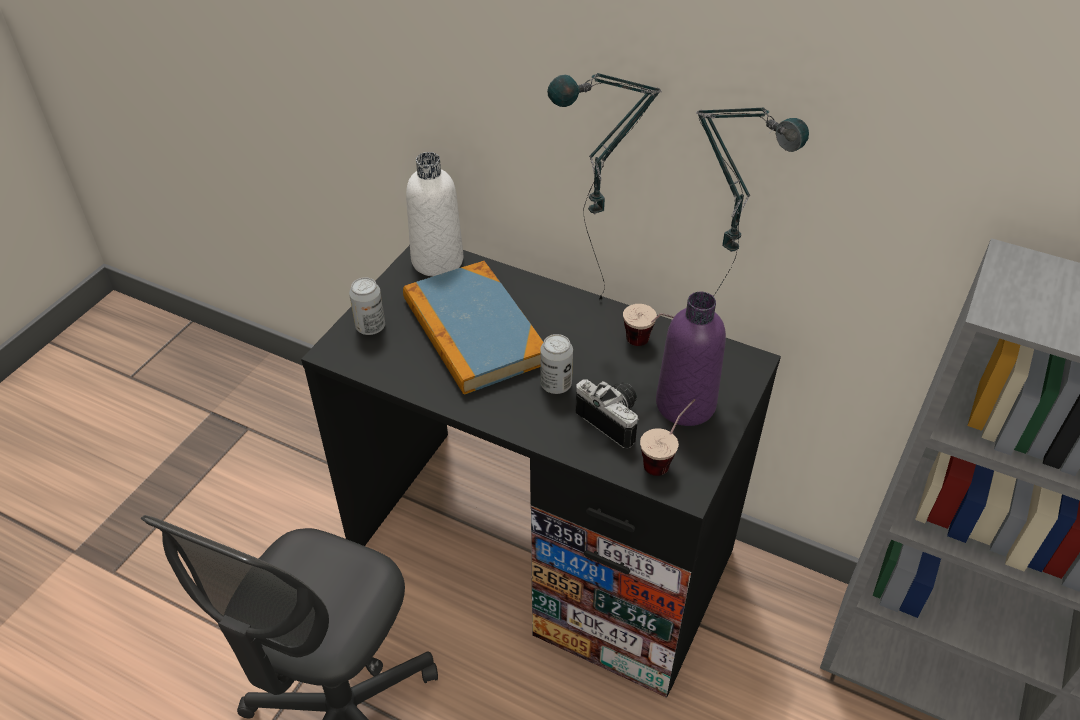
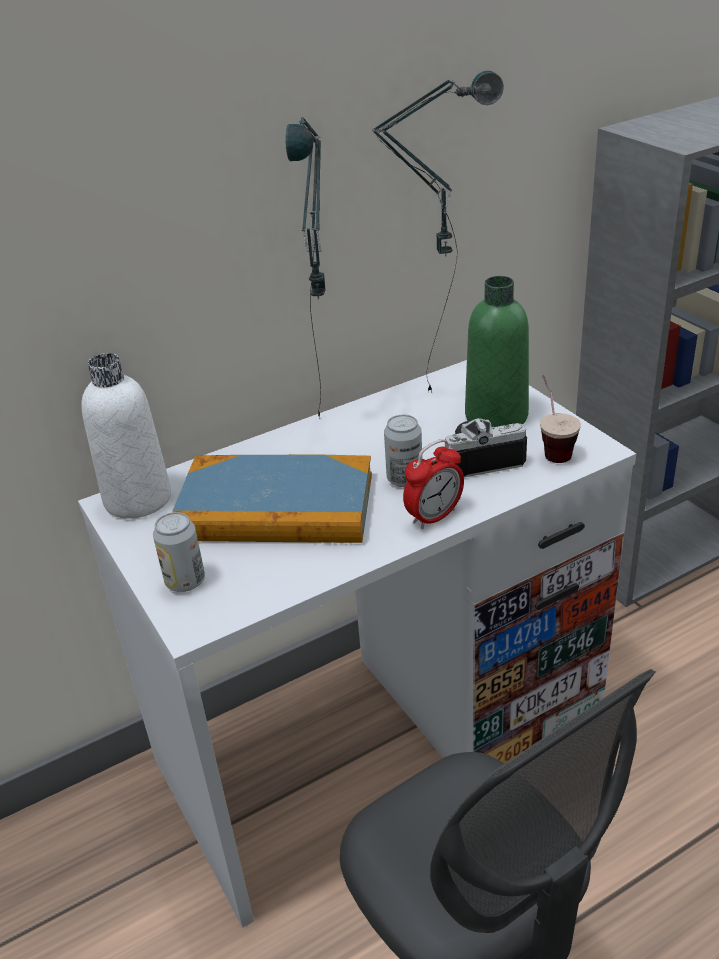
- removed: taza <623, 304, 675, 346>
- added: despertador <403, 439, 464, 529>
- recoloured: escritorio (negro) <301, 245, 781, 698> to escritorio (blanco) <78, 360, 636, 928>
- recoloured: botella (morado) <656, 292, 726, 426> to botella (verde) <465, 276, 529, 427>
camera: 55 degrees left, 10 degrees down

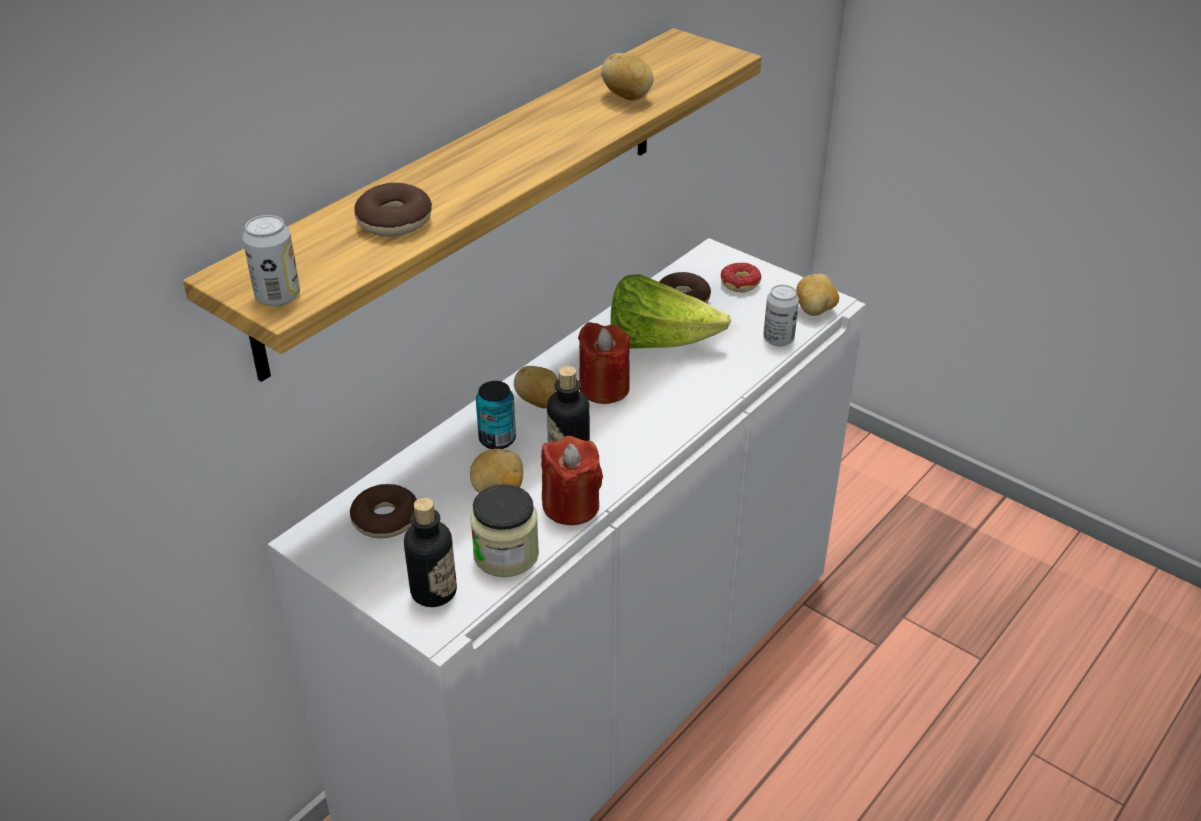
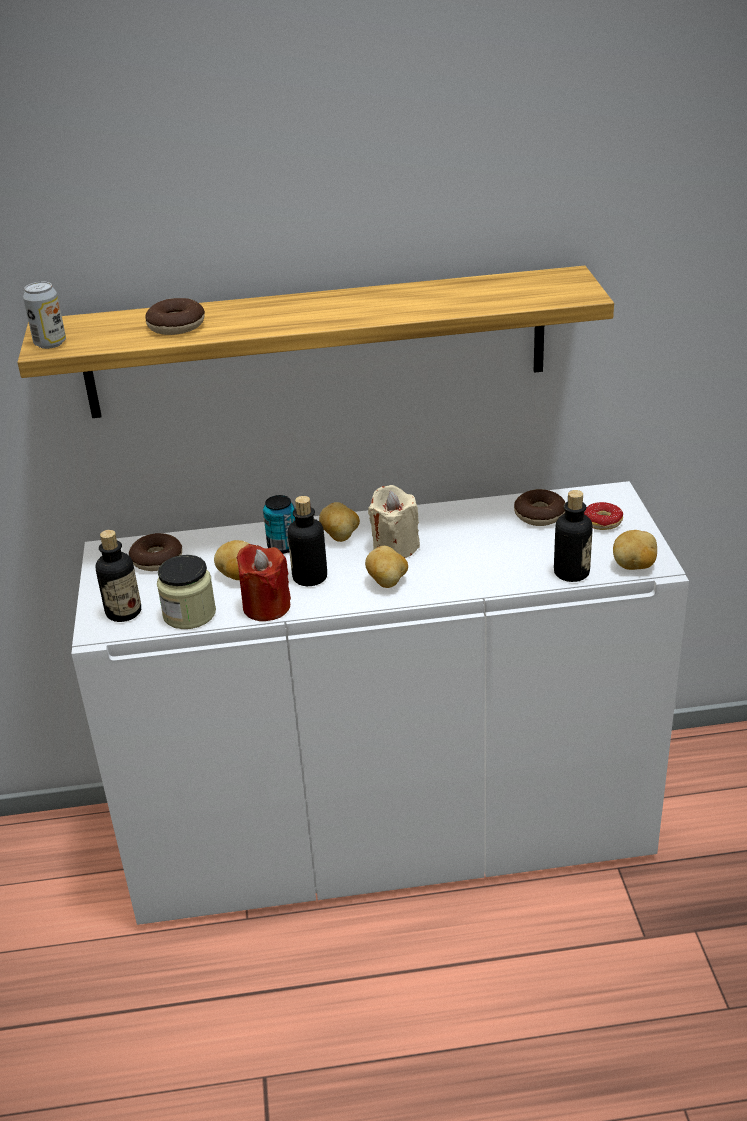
- removed: lechuga <611, 274, 731, 349>
- moved: patata <601, 53, 654, 101> to <365, 546, 408, 588>
- replaced: lata <763, 285, 799, 346> to botella <554, 490, 593, 582>
- recoloured: vela (rojo) <578, 322, 630, 404> to vela (beis) <368, 485, 420, 558>
camera: 45 degrees right, 5 degrees down

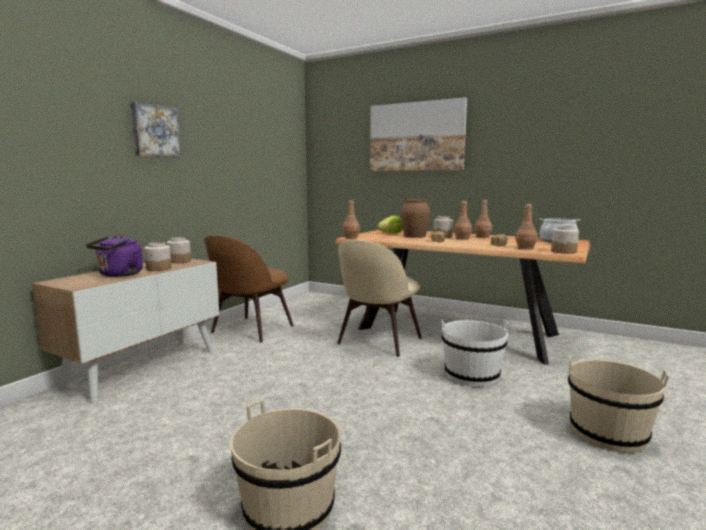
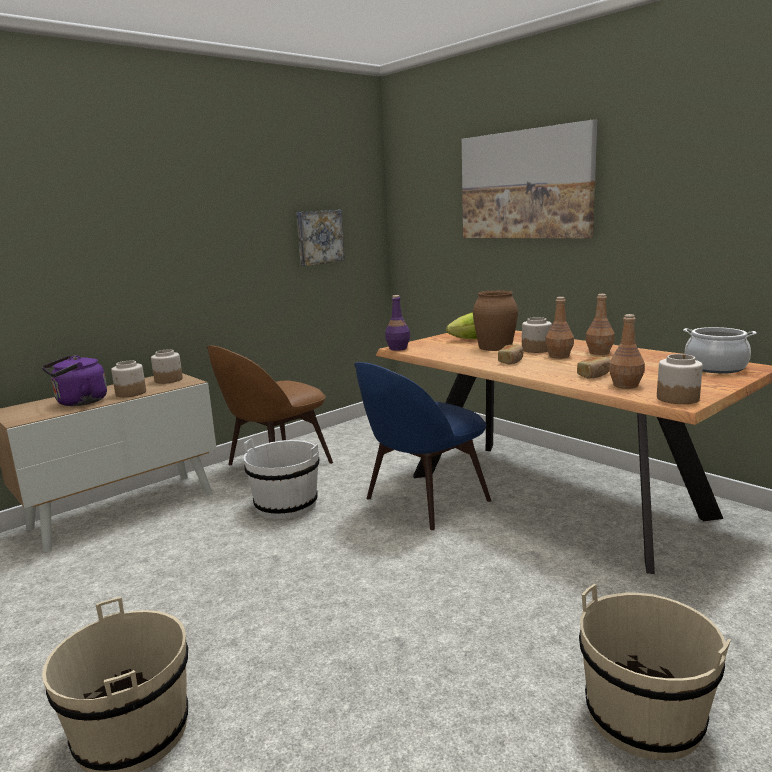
- moved: cuadro <131, 101, 181, 158> to <296, 210, 345, 266>
- moved: cubo (blanco) <441, 320, 509, 387> to <243, 438, 319, 519>
- recoloured: silla (beis) <337, 240, 422, 357> to silla (azul) <354, 362, 491, 530>
- recoloured: botella (marrón) <343, 200, 360, 239> to botella (morado) <385, 295, 410, 351>
camera: 20 degrees right, 5 degrees up

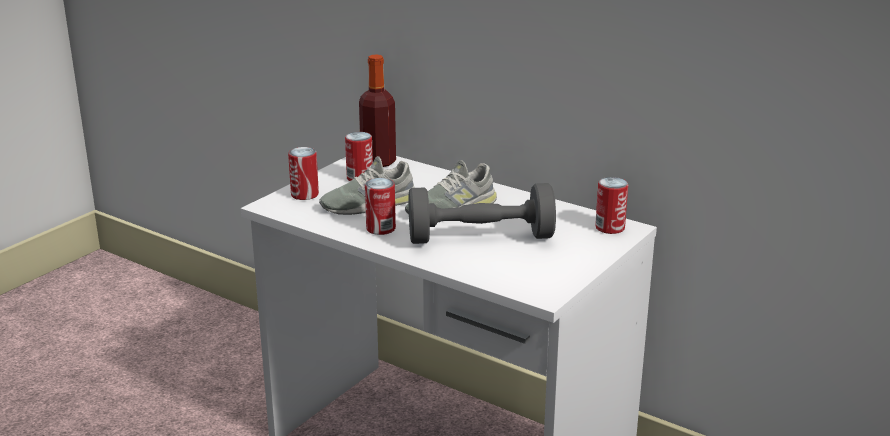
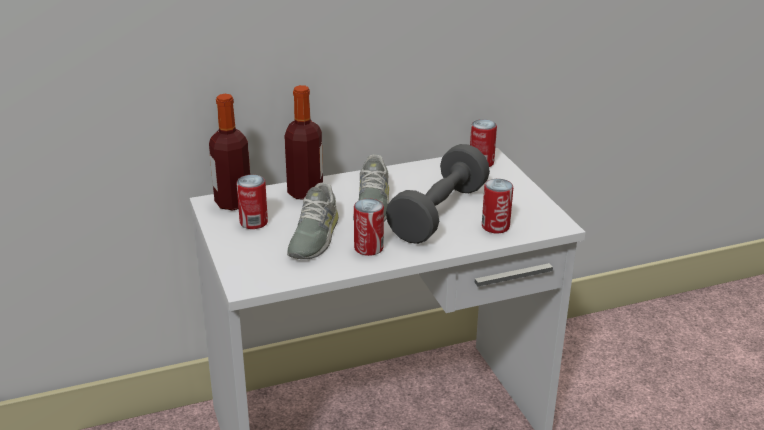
- added: botella <284, 85, 323, 200>
- moved: lata <288, 147, 319, 200> to <482, 179, 513, 233>
camera: 55 degrees left, 5 degrees up

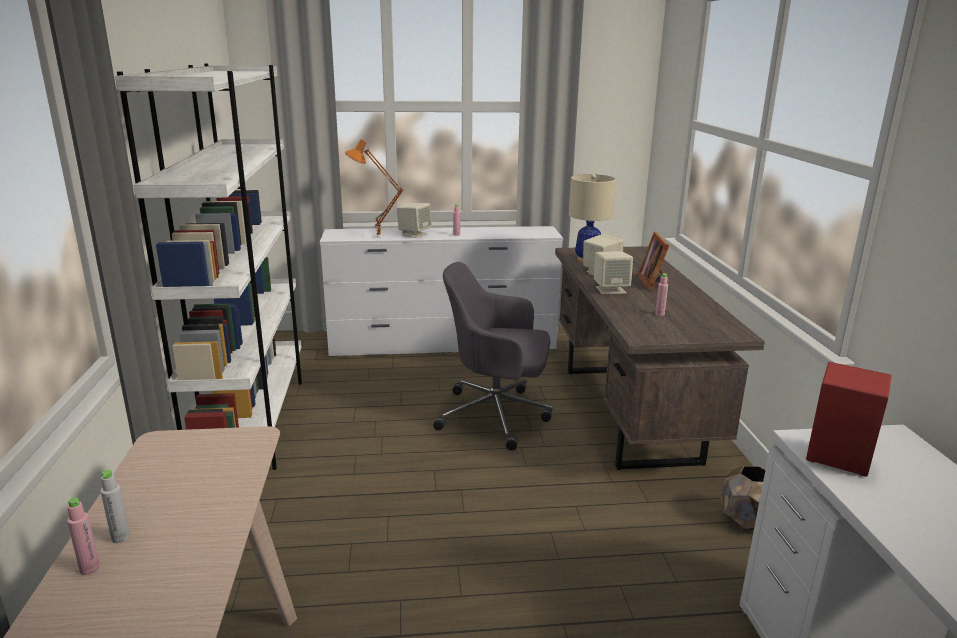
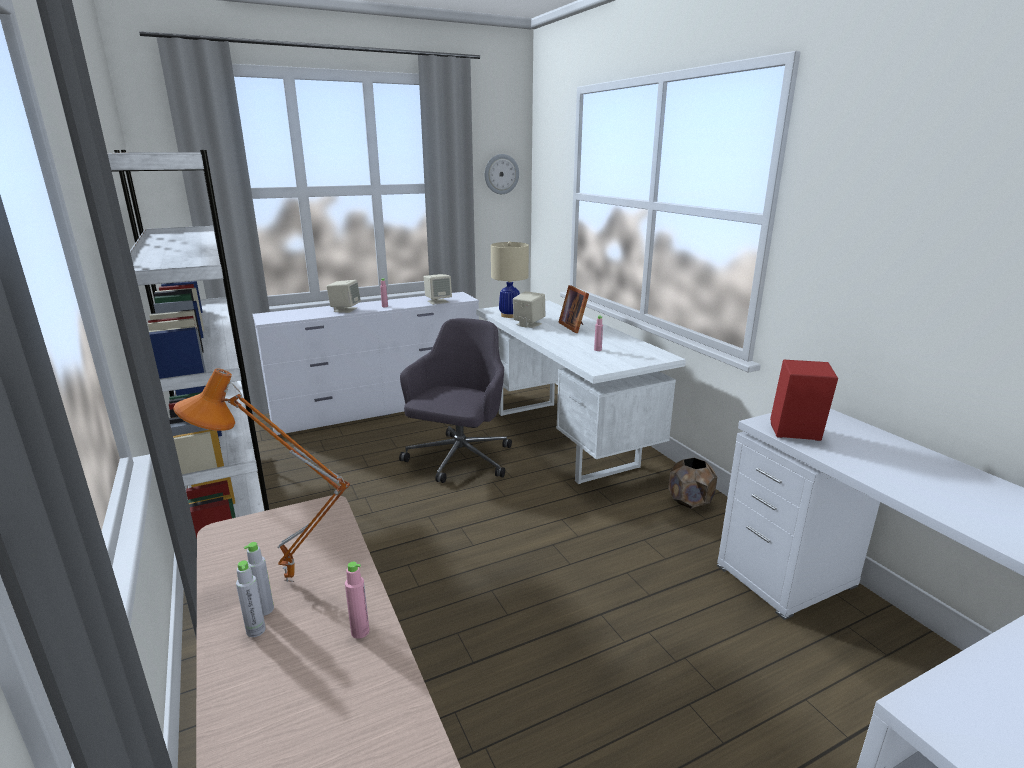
- added: botella (gris) <244, 542, 274, 616>
- added: reloj de pared <485, 154, 519, 194>
- moved: botella (rosa) <67, 497, 100, 575> to <345, 562, 370, 639>
- moved: lámpara de mesa (naranja) <345, 139, 404, 237> to <173, 368, 350, 582>
- moved: altavoz (beis) <594, 251, 633, 294> to <424, 274, 452, 305>
- recoloured: escritorio (marrón) <555, 246, 765, 470> to escritorio (blanco) <476, 300, 686, 484>
- turned: silla de oficina (gris) <433, 262, 553, 451> = <399, 318, 512, 483> 120 degrees clockwise
camera: 20 degrees left, 0 degrees up

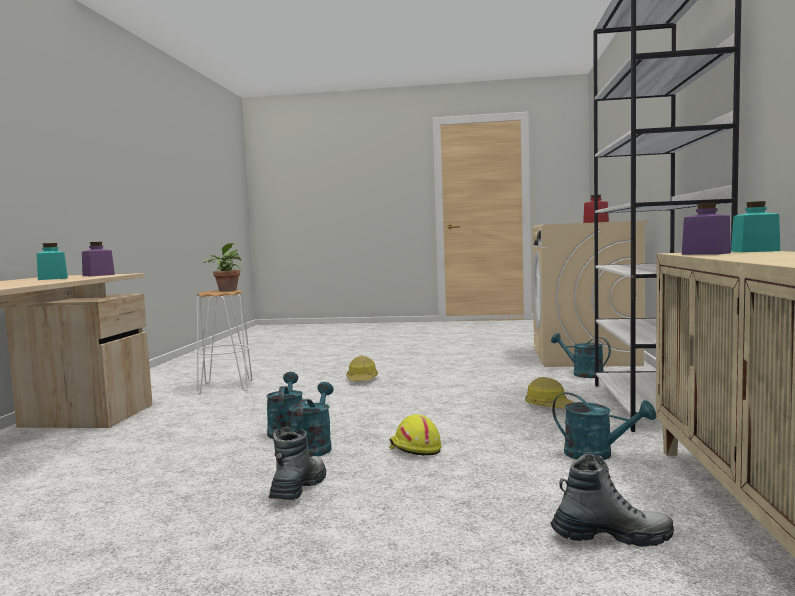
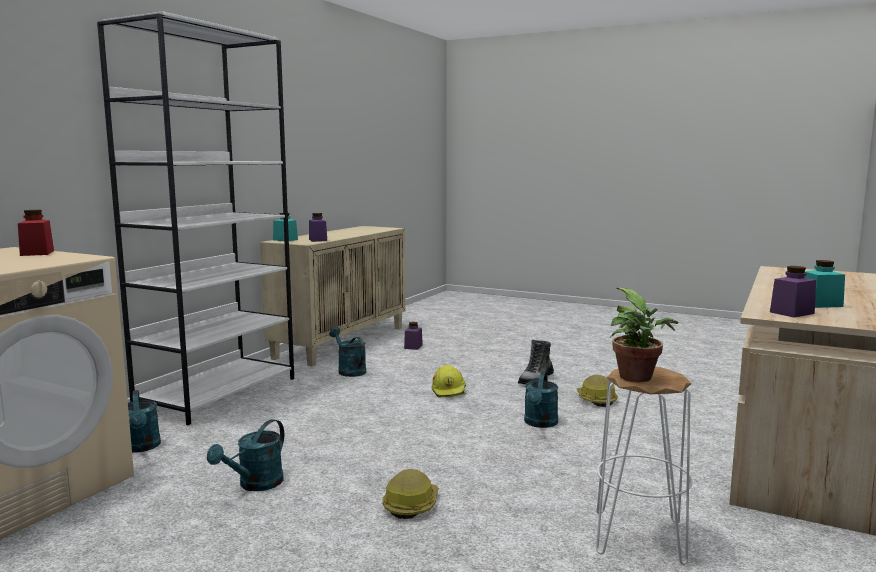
- moved: regadera (turquesa) <290, 382, 334, 457> to <207, 419, 284, 491>
- moved: casco <525, 377, 575, 408> to <576, 375, 618, 407>
- replaced: bota <550, 453, 674, 547> to tarro (morado) <404, 322, 423, 350>
camera: 160 degrees left, 5 degrees up

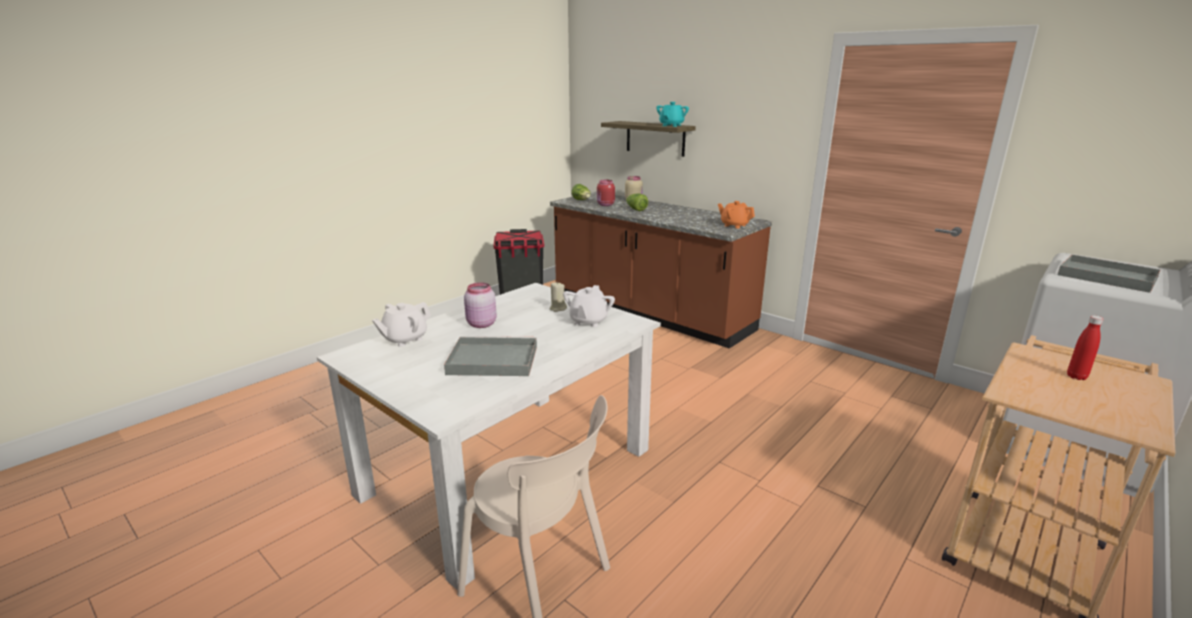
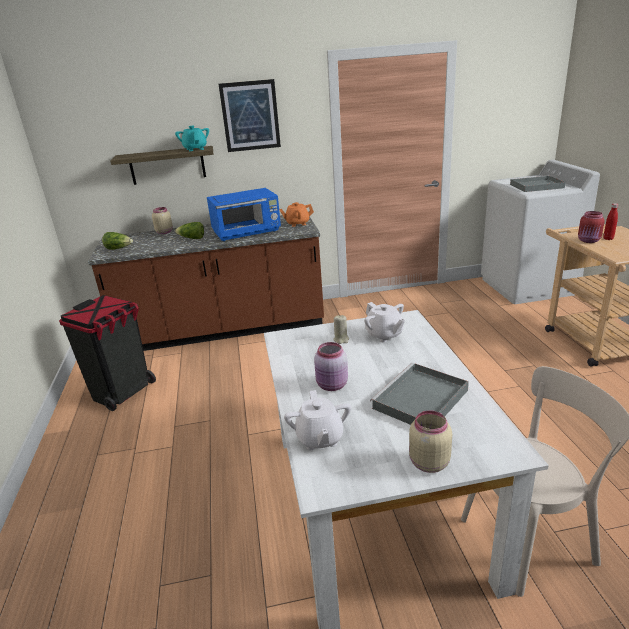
- added: microondas (azul) <207, 188, 281, 241>
- added: cuadro <219, 79, 281, 152>
- added: tarro (beis) <409, 411, 452, 473>
- moved: tarro (rojo) <597, 180, 615, 206> to <578, 211, 605, 243>
camera: 50 degrees left, 5 degrees up

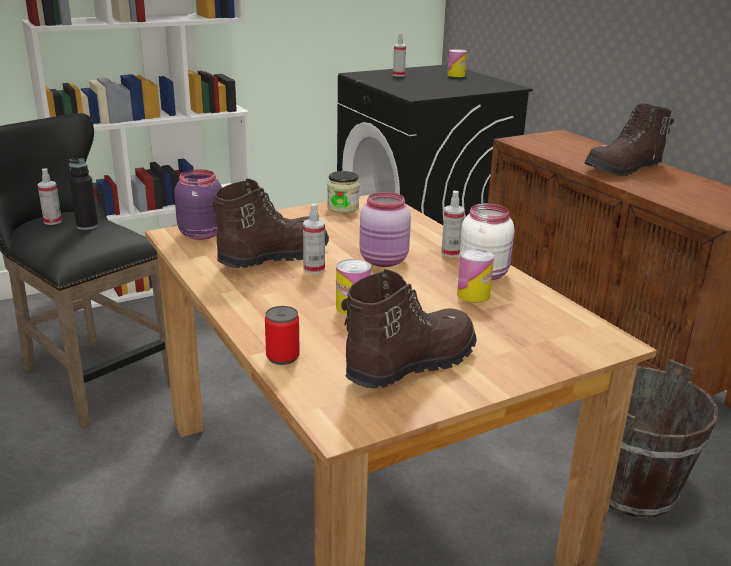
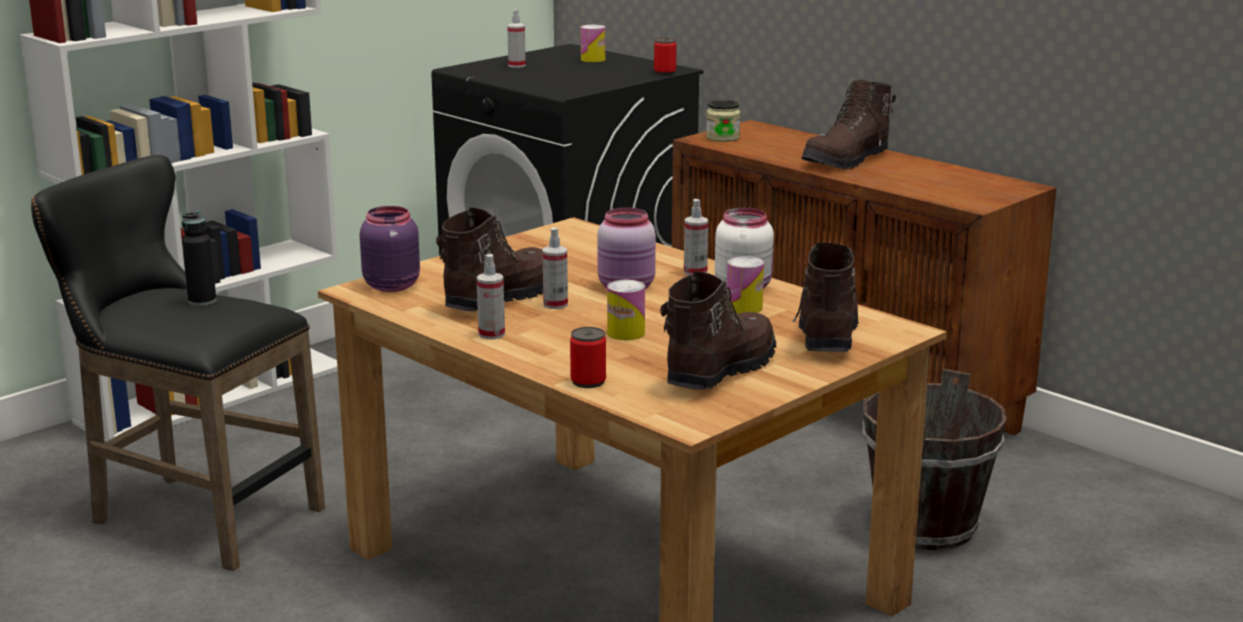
- added: lata <654, 38, 677, 75>
- added: bota (marrón) <793, 242, 858, 352>
- moved: pulverizador <37, 168, 62, 225> to <477, 254, 505, 339>
- moved: tarro <327, 171, 360, 213> to <706, 100, 740, 142>
camera: 15 degrees left, 5 degrees down

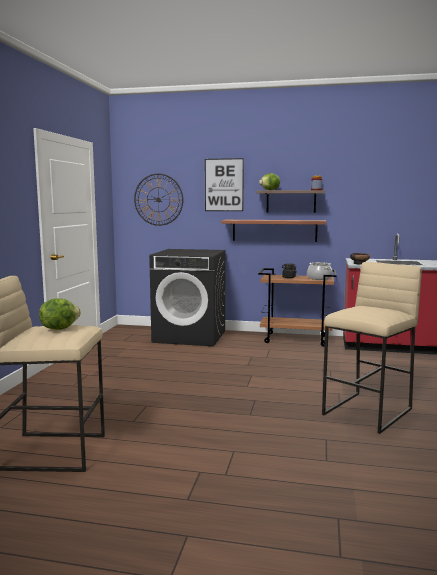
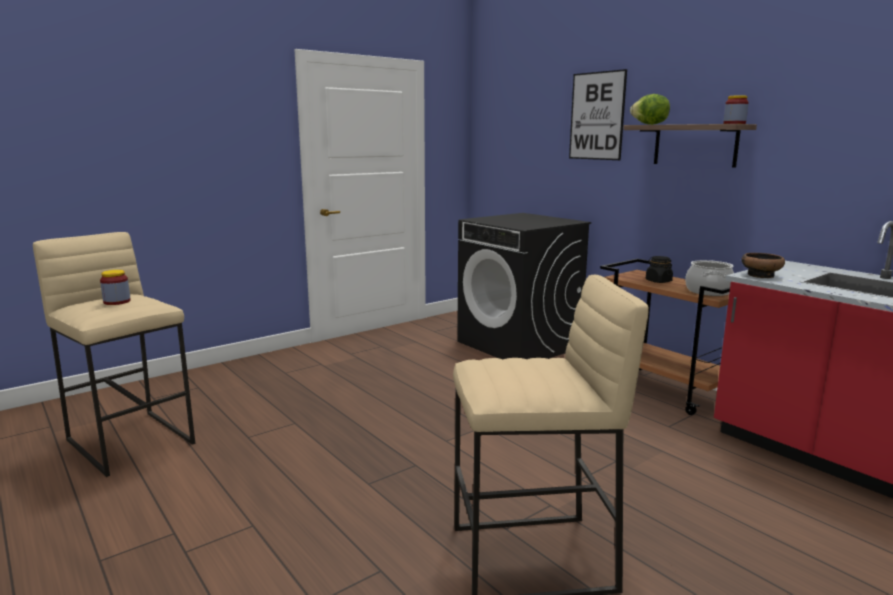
- removed: reloj de pared <134, 173, 183, 226>
- removed: estante <221, 220, 326, 242>
- replaced: lechuga <39, 298, 81, 330> to tarro <100, 270, 131, 305>
camera: 40 degrees right, 5 degrees up

